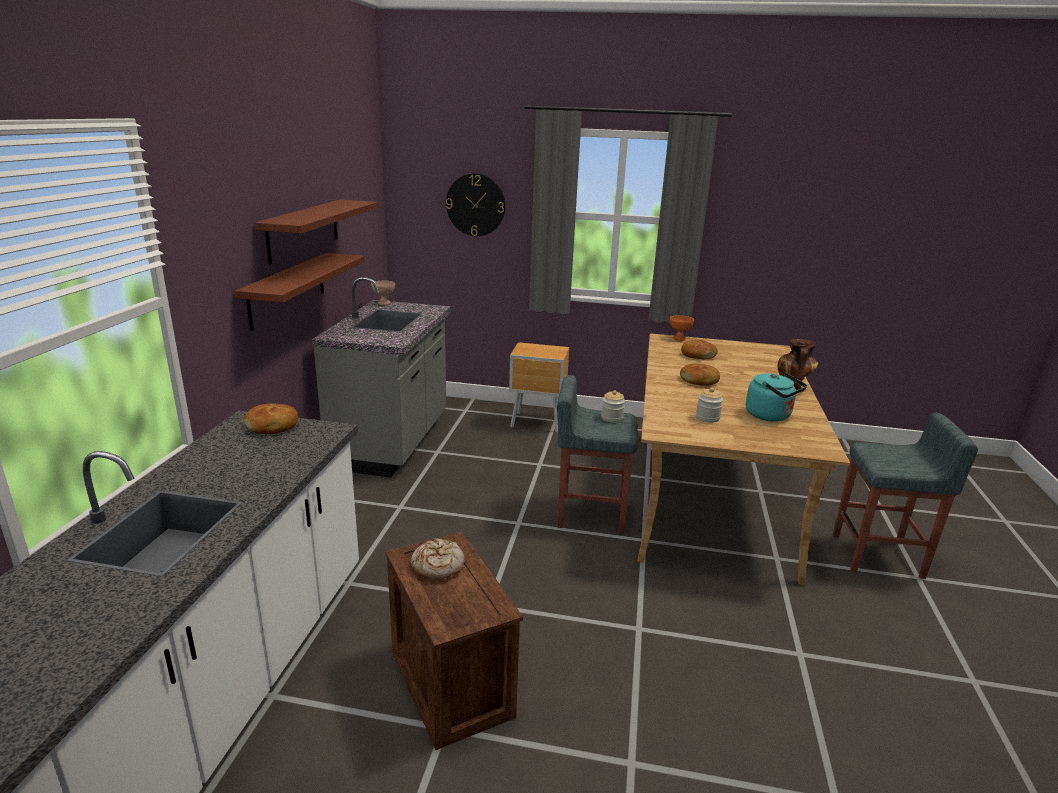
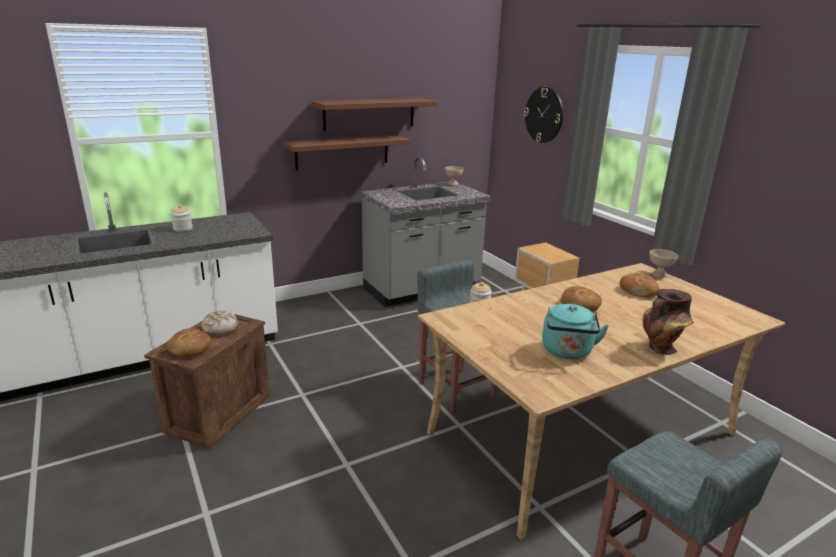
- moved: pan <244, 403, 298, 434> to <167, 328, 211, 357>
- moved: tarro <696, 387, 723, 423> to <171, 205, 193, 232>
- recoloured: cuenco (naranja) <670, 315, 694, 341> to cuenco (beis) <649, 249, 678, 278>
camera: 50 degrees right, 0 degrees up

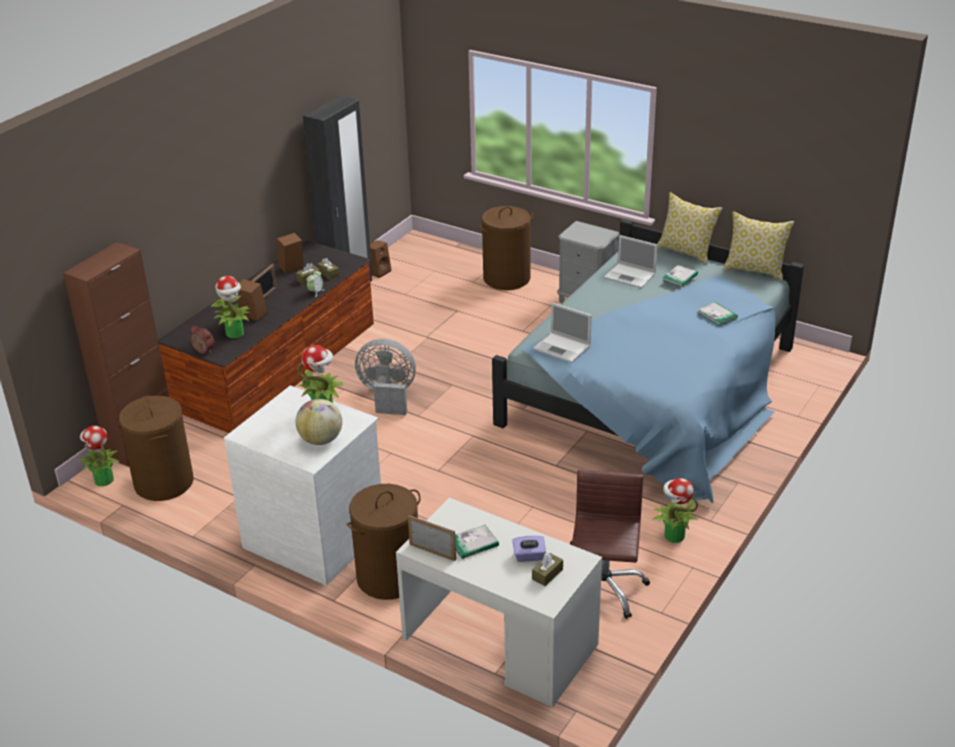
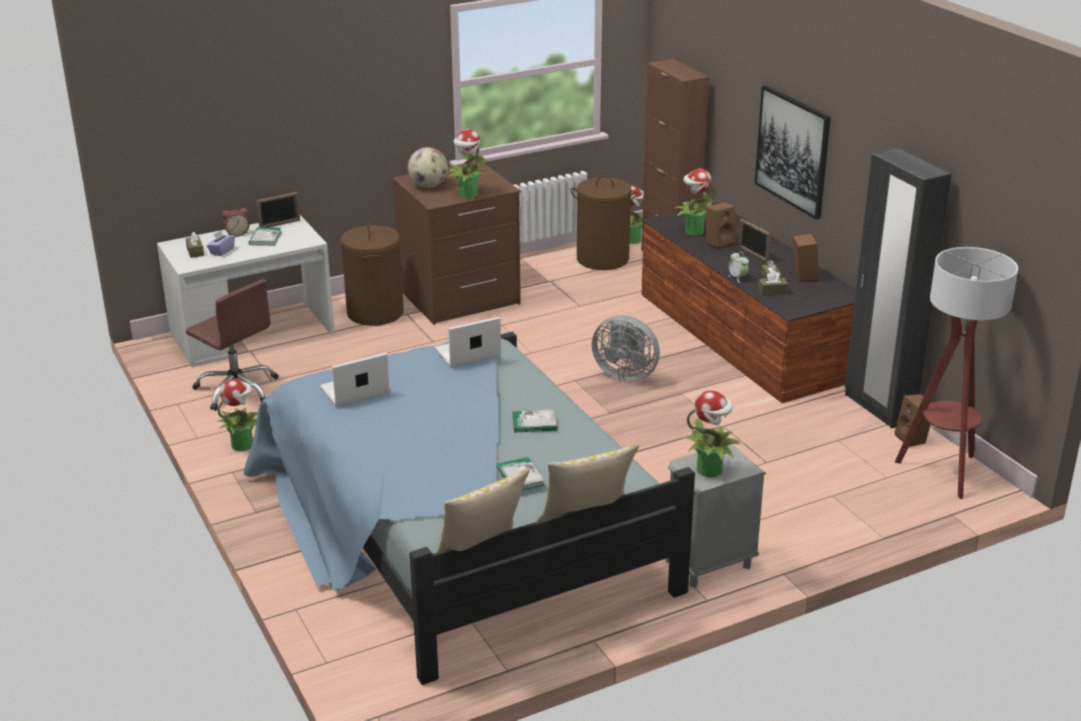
- removed: cesto de la ropa (marrón) <479, 206, 533, 290>
- added: planta en maceta <684, 390, 741, 477>
- added: cuadro <755, 85, 831, 220>
- added: lámpara de pie <895, 247, 1018, 499>
- moved: despertador <190, 325, 215, 354> to <222, 208, 250, 237>
- moved: portátil <604, 235, 658, 288> to <320, 353, 390, 407>
- moved: libro <697, 302, 738, 326> to <512, 410, 557, 432>
- recoloured: cómoda (blanco) <224, 385, 381, 586> to cómoda (marrón) <392, 162, 521, 325>
- turned: ventilador (gris) <355, 339, 416, 415> = <592, 315, 660, 382> 75 degrees clockwise
camera: 120 degrees right, 5 degrees down

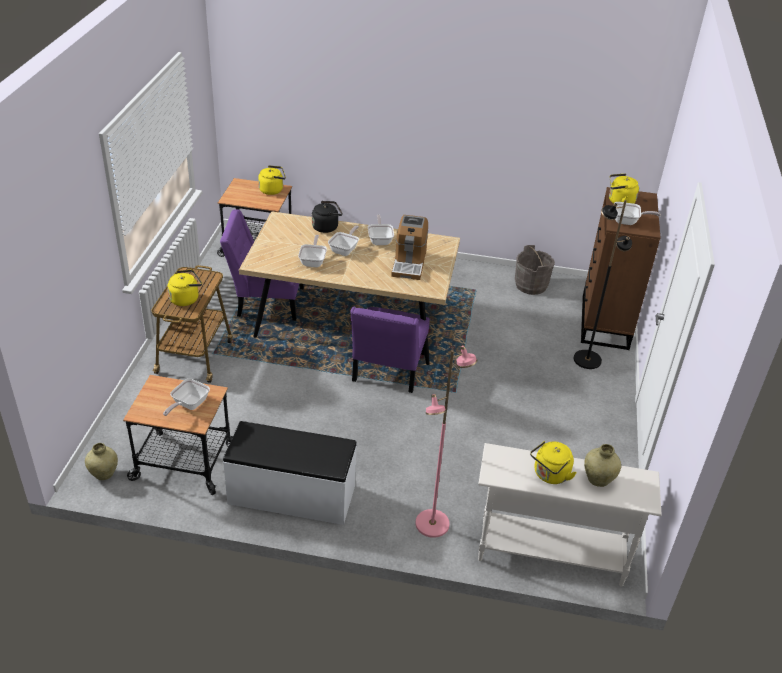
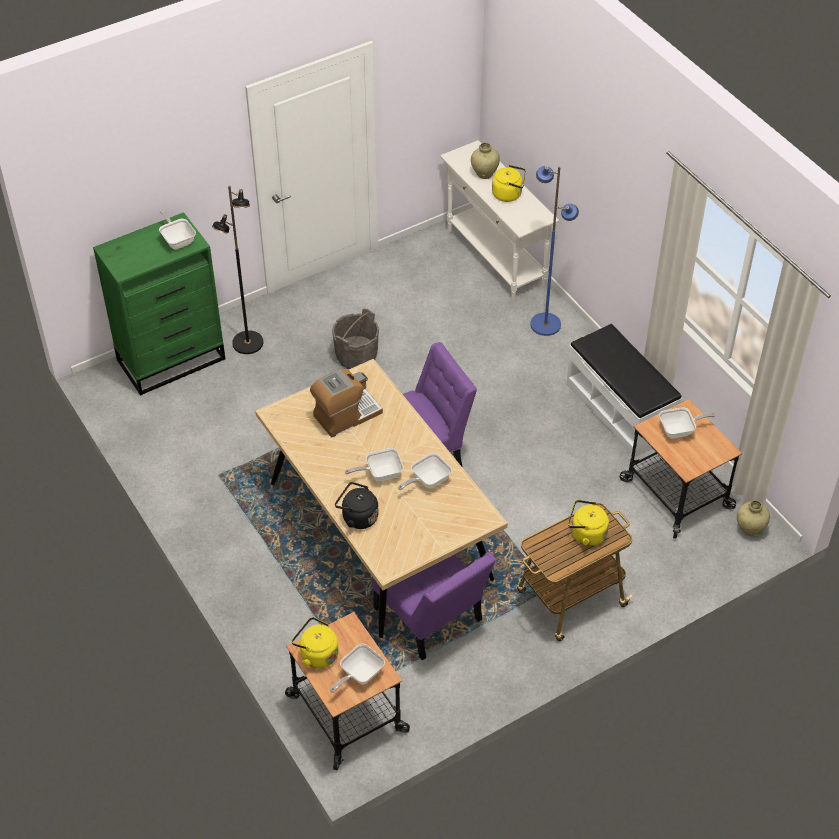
- removed: hervidor (amarillo) <609, 174, 639, 204>
- moved: sartén <368, 215, 394, 245> to <330, 644, 385, 693>
- moved: cubo (gris) <515, 245, 555, 295> to <332, 308, 379, 369>
- recoloured: lámpara de pie (rosa) <415, 345, 477, 538> to lámpara de pie (azul) <530, 166, 579, 336>
- recoloured: cómoda (marrón) <581, 187, 661, 350> to cómoda (verde) <93, 212, 225, 396>
camera: 130 degrees left, 10 degrees up

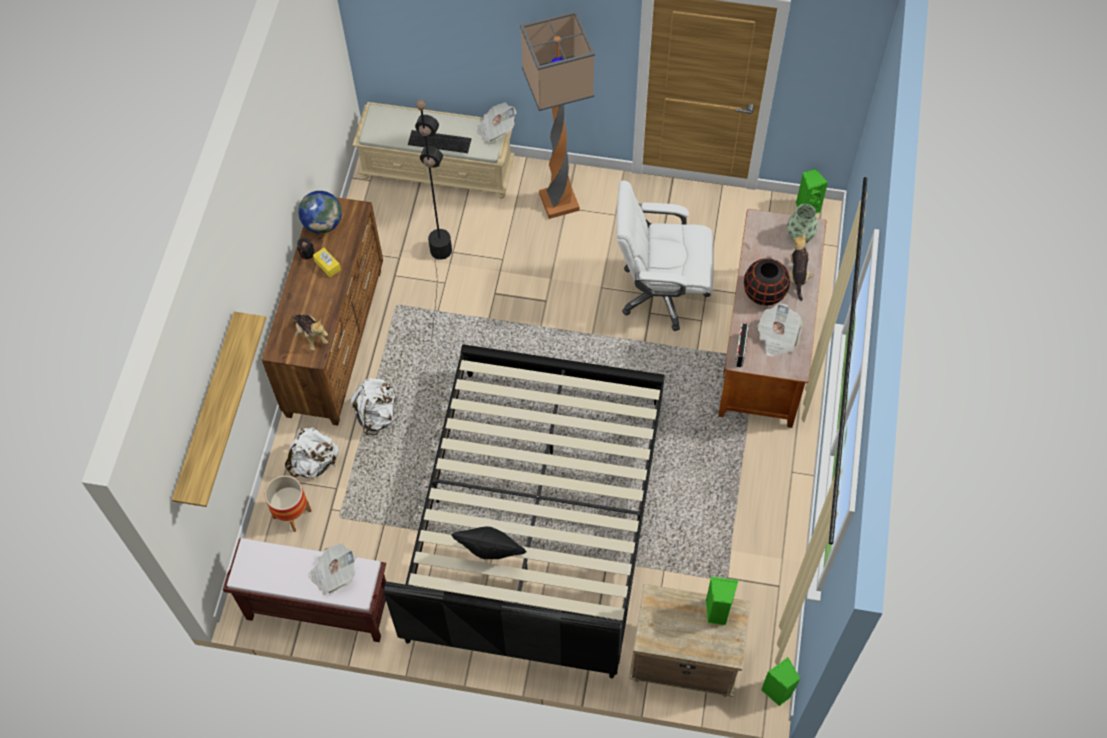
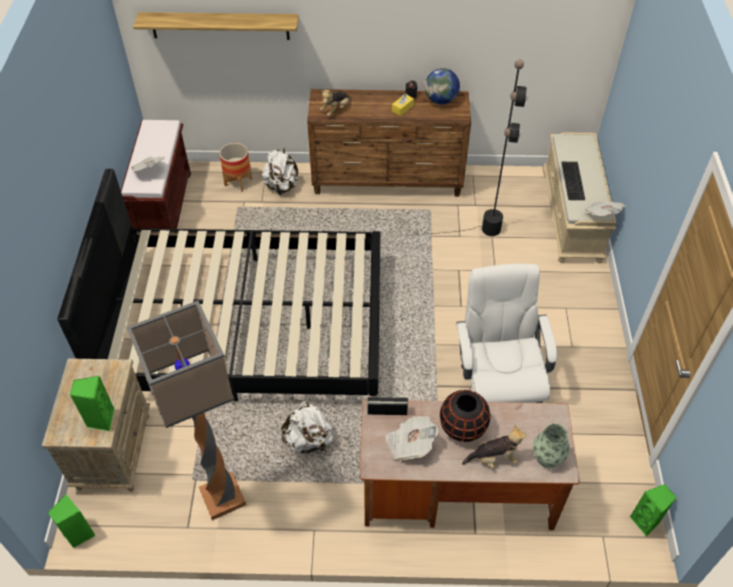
- removed: cojín (negro) <451, 526, 526, 559>
- moved: mochila (blanco) <350, 378, 398, 435> to <281, 401, 333, 454>
- moved: lámpara de pie <520, 11, 595, 219> to <127, 301, 246, 520>
camera: 80 degrees right, 10 degrees down

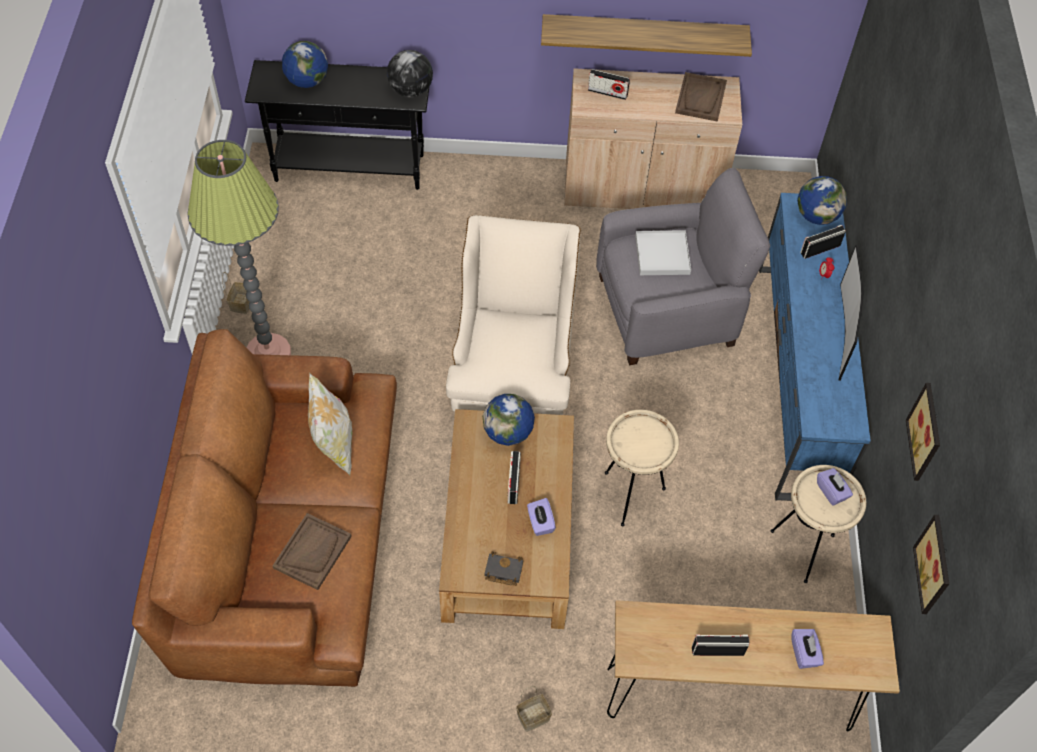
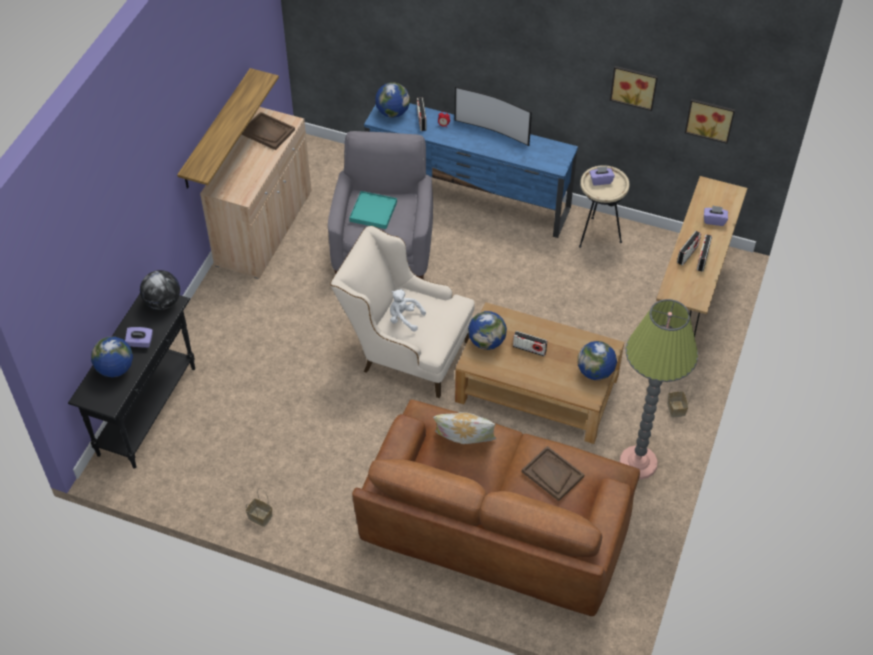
- removed: mesa auxiliar (beis) <605, 410, 679, 526>
- added: peluche (blanco) <390, 289, 426, 332>
- moved: lámpara de pie <188, 140, 291, 355> to <620, 299, 698, 479>
- moved: caja de pañuelos (morado) <527, 498, 556, 536> to <125, 327, 153, 348>
- moved: radio <588, 69, 630, 100> to <677, 231, 701, 266>
- replaced: libro (negro) <484, 551, 523, 586> to globo terráqueo <578, 341, 617, 380>
- recoloured: bandeja (blanco) <635, 230, 691, 275> to bandeja (turquesa) <349, 191, 397, 229>
camera: 70 degrees left, 5 degrees down

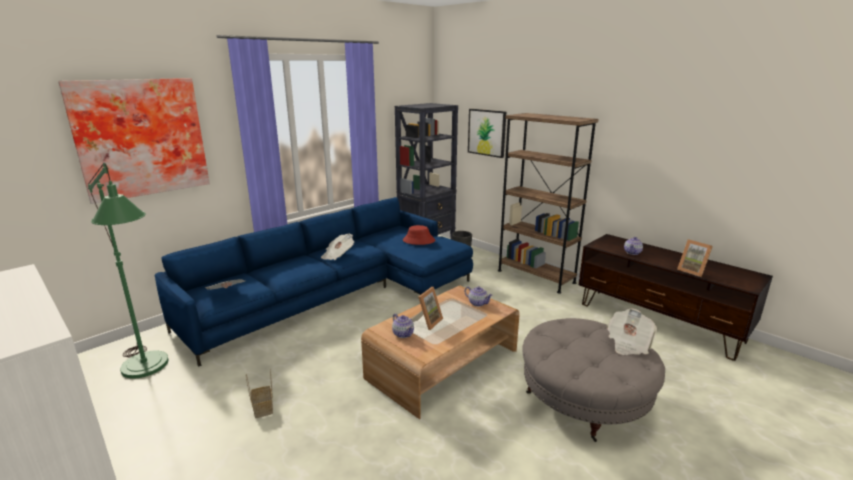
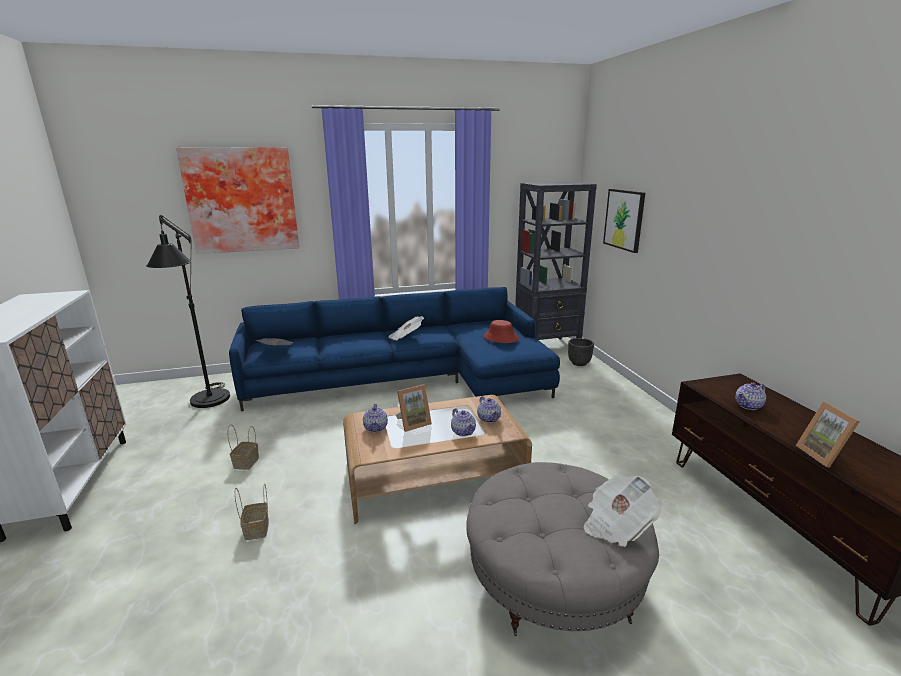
- removed: estantería (marrón) <498, 113, 599, 294>
- added: cesta <235, 483, 269, 540>
- added: tetera <451, 408, 476, 436>
- recoloured: lámpara de pie (verde) <88, 163, 168, 379> to lámpara de pie (negro) <146, 215, 230, 408>
camera: 30 degrees right, 0 degrees up

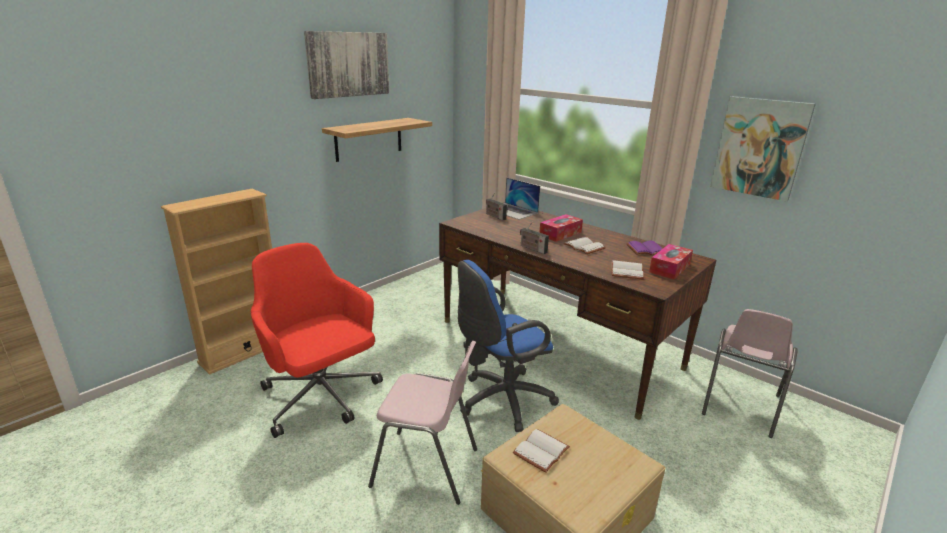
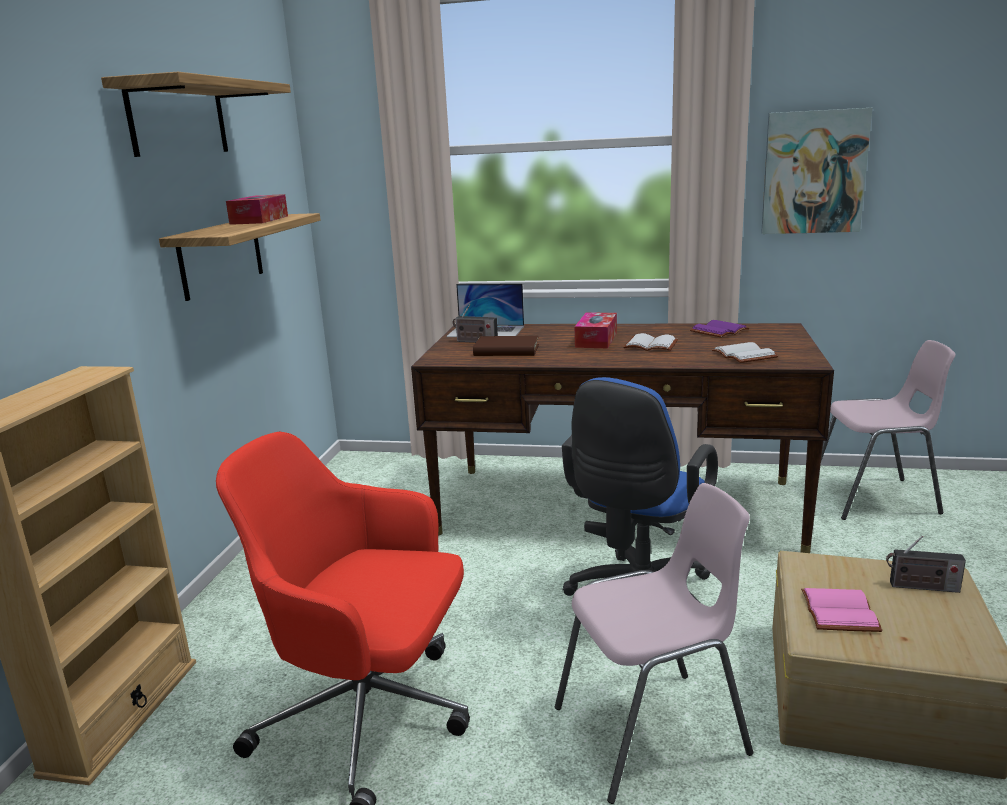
- added: libro (marrón) <473, 336, 539, 356>
- moved: radio <520, 222, 549, 254> to <886, 536, 966, 593>
- moved: caja de pañuelos <649, 244, 693, 279> to <226, 194, 288, 225>
- replaced: cuadro <304, 31, 389, 99> to estante <101, 72, 291, 157>
- recoloured: libro (blanco) <513, 429, 570, 473> to libro (rosa) <801, 588, 883, 632>
- turned: silla (rosa) <702, 309, 798, 438> = <821, 340, 955, 520> 90 degrees counterclockwise
camera: 30 degrees left, 5 degrees down

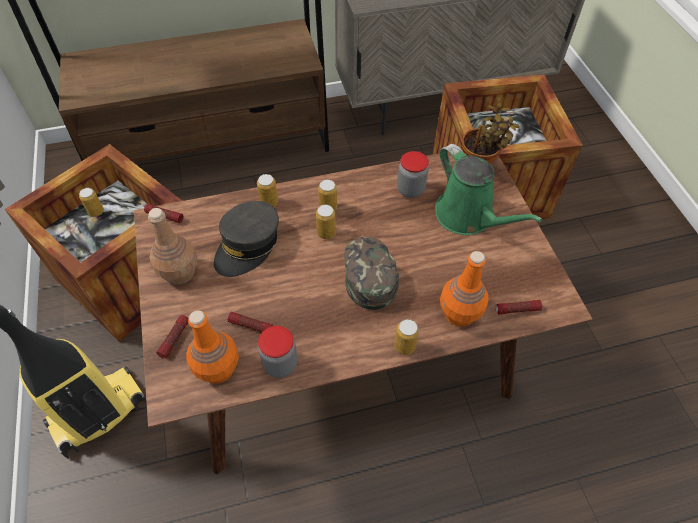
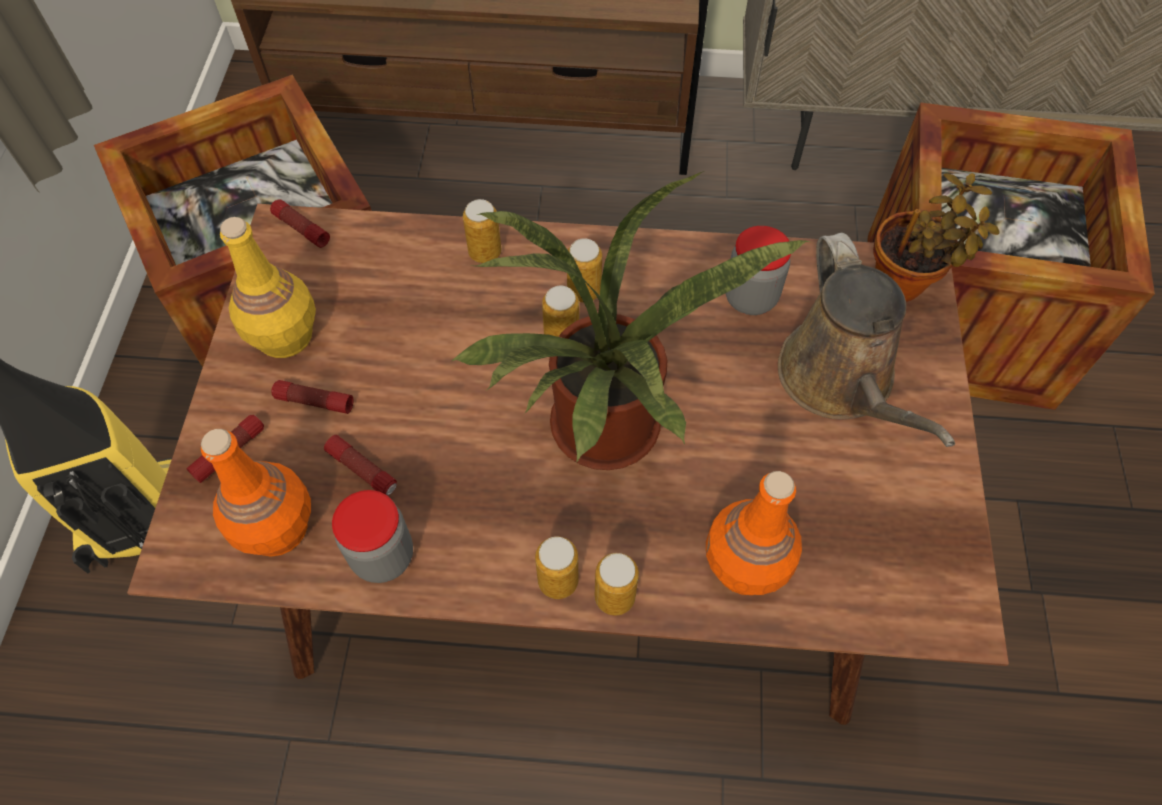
- removed: gorra (gris) <214, 201, 279, 277>
- moved: lata <79, 188, 104, 217> to <535, 537, 578, 599>
- moved: linterna <495, 300, 542, 314> to <271, 380, 353, 414>
- replaced: gorra (verde) <344, 237, 399, 310> to planta en maceta <452, 171, 810, 470>
- recoloured: botella (marrón) <148, 208, 197, 285> to botella (amarillo) <220, 217, 316, 358>
- recoloured: regadera (verde) <435, 144, 543, 235> to regadera (marrón) <778, 233, 955, 447>
camera: 20 degrees right, 5 degrees up

